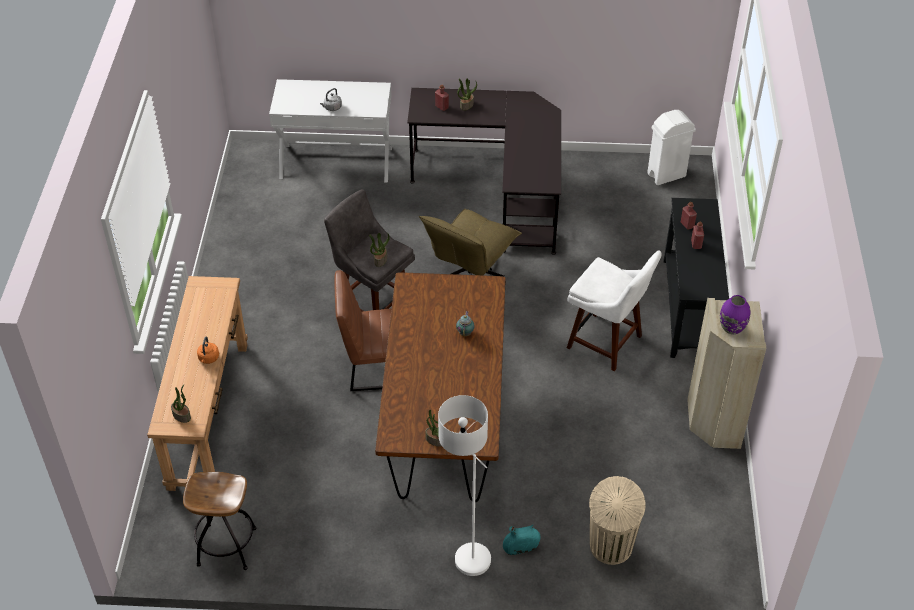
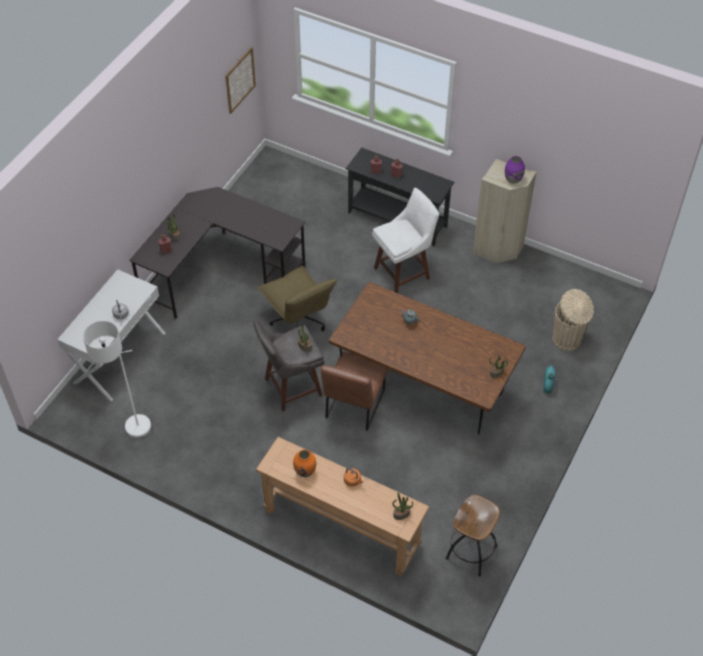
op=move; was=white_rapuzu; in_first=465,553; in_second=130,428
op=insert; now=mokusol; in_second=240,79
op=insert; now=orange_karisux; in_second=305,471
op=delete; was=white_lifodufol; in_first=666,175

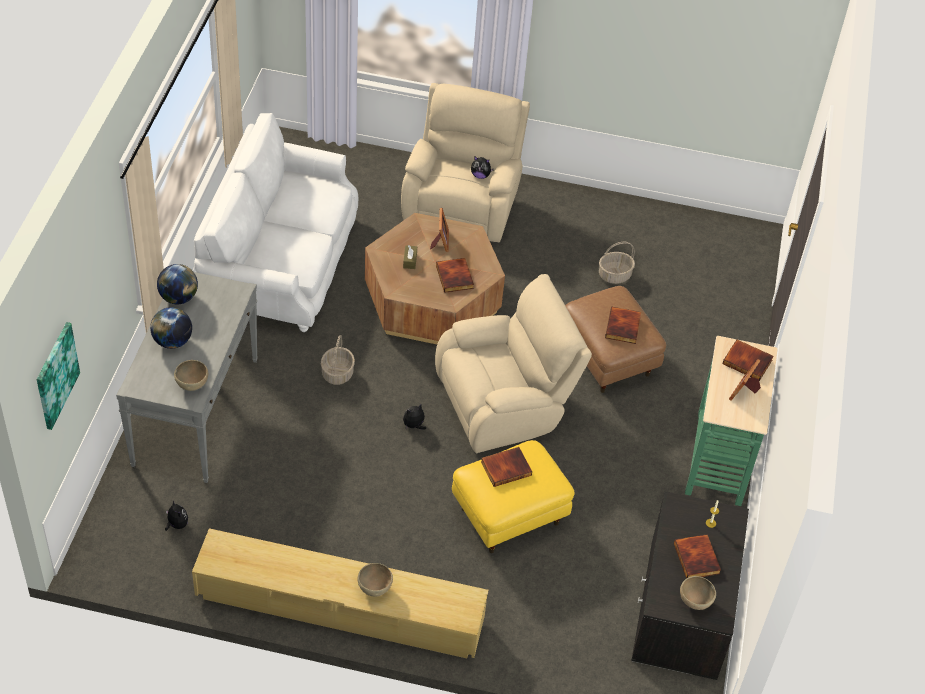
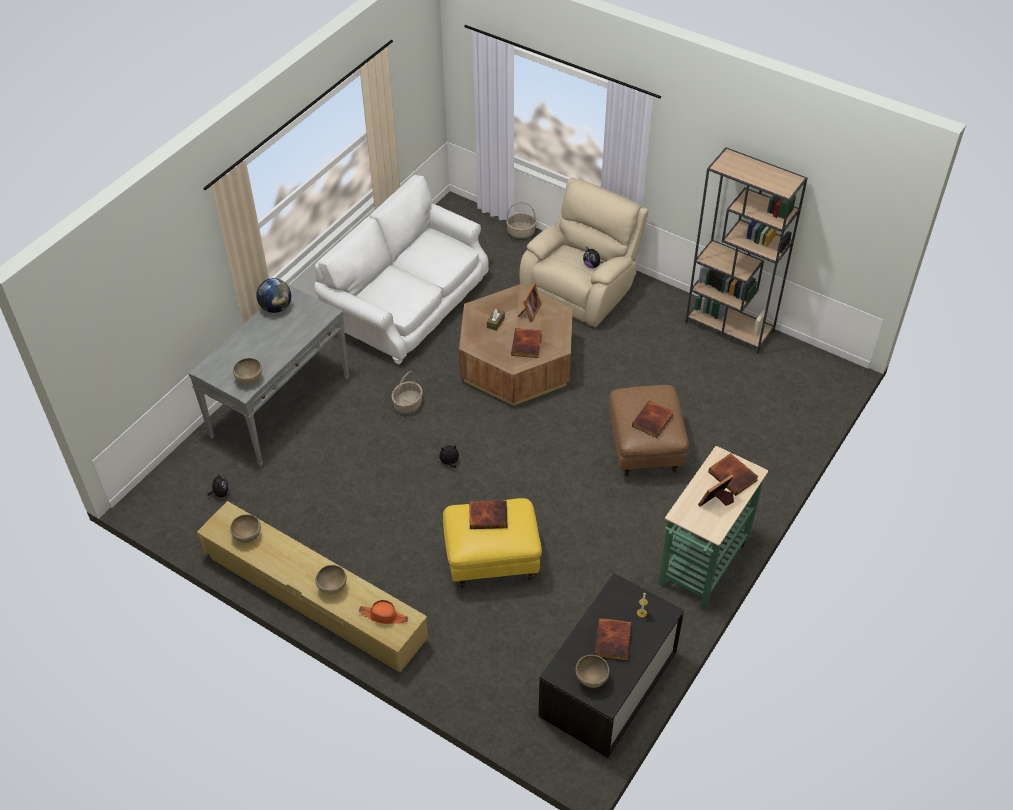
op=insert; now=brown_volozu; in_second=247,536
op=insert; now=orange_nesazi; in_second=384,616
op=move; was=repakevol; in_first=615,275; in_second=521,232
op=insert; now=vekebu; in_second=730,327
op=delete; was=mokusol; in_first=56,375
op=delete; was=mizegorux; in_first=172,341
op=delete; was=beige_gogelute; in_first=504,403

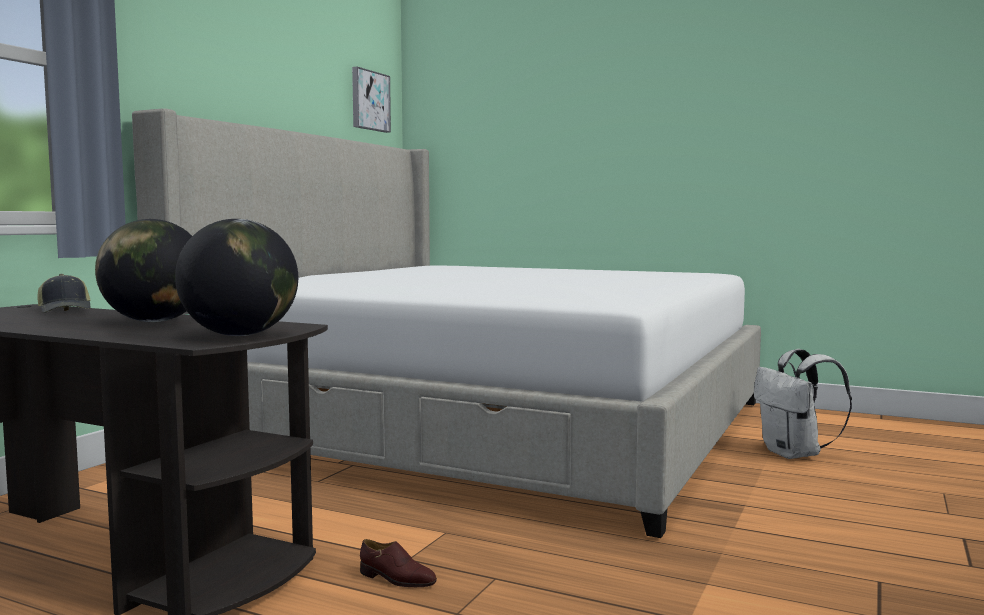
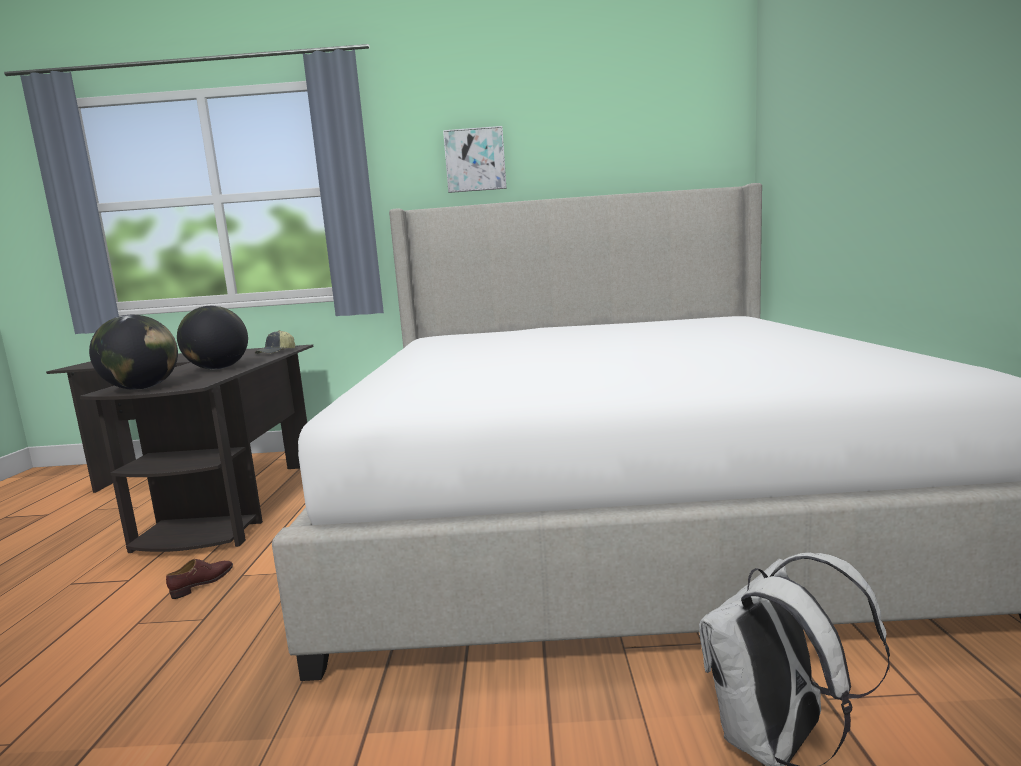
op=rotate; was=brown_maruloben; in_first=397,579; in_second=203,583; clockwise=-150
op=move; was=mokusol; in_first=369,101; in_second=475,160

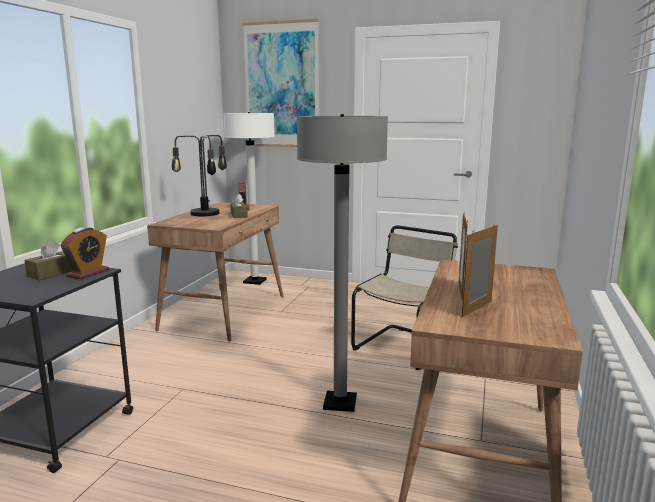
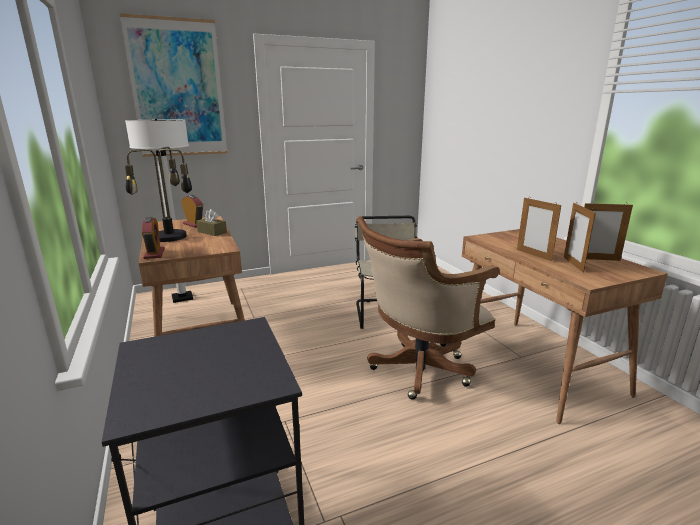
op=move; was=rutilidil; in_first=88,273; in_second=154,254
op=replace; was=grey_rapuzu; now=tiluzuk; in_first=340,403; in_second=417,372
op=insert; now=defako; in_second=597,259
op=delete; was=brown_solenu; in_first=52,273

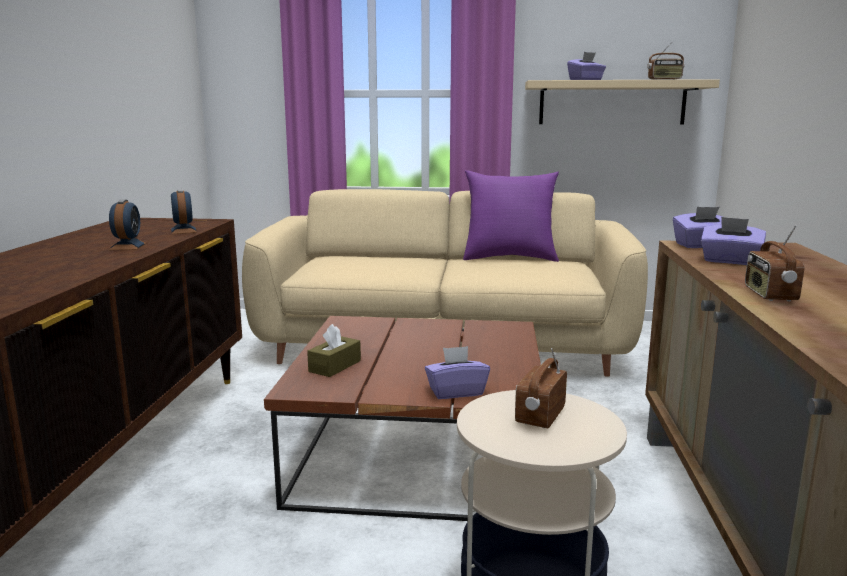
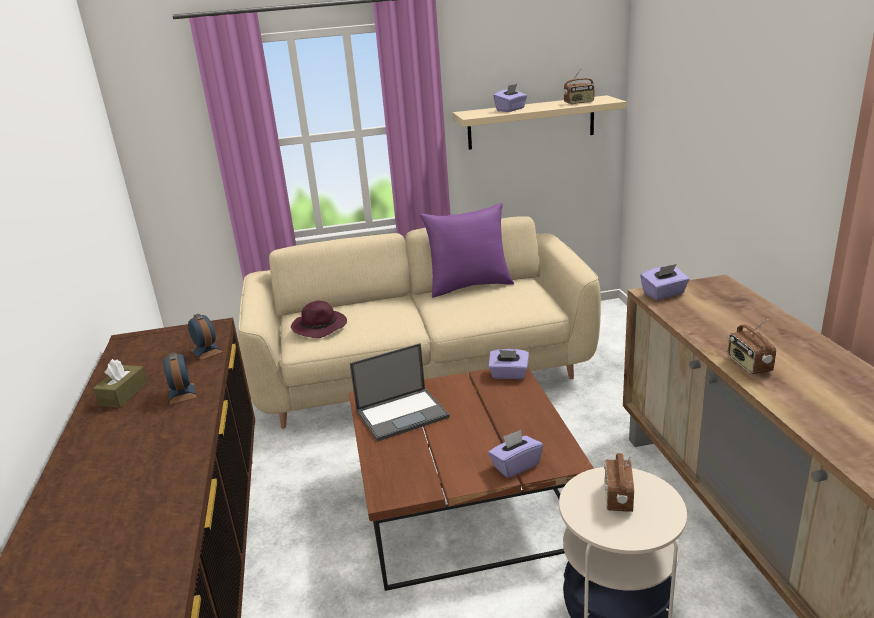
op=move; was=brown_solenu; in_first=335,366; in_second=123,394
op=insert; now=purple_nesazi; in_second=320,327
op=insert; now=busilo; in_second=403,414
op=move; was=purple_solenu; in_first=730,261; in_second=509,374

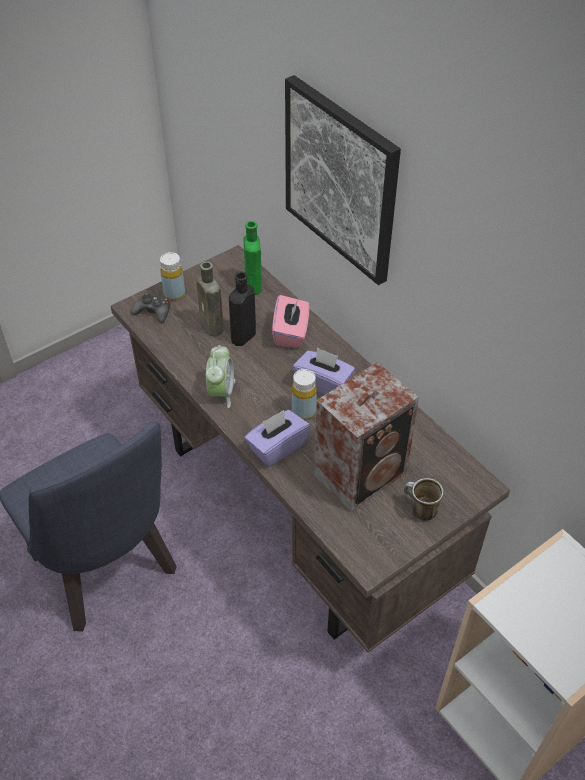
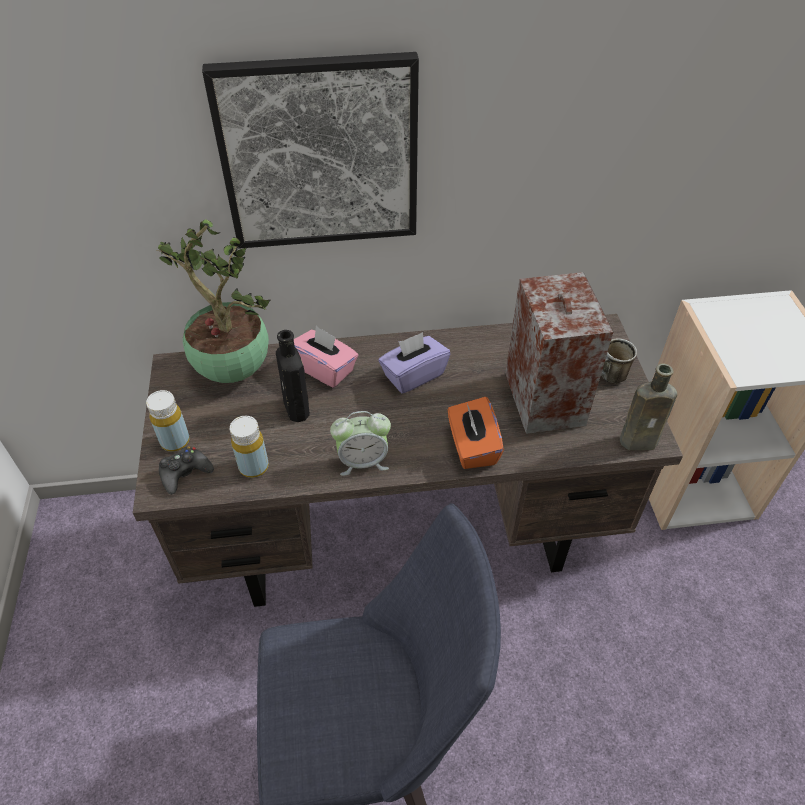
op=replace; was=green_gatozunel; now=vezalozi; in_first=253,287; in_second=231,369
op=move; was=yellow_gatozunel; in_first=303,412; in_second=254,467
op=rotate; was=rutilidil; in_first=221,392; in_second=363,461; clockwise=135
op=recolor; was=purple_solenu; now=orange_solenu; in_first=277,447; in_second=472,447
op=move; was=brown_gatozunel; in_first=213,328; in_second=641,441

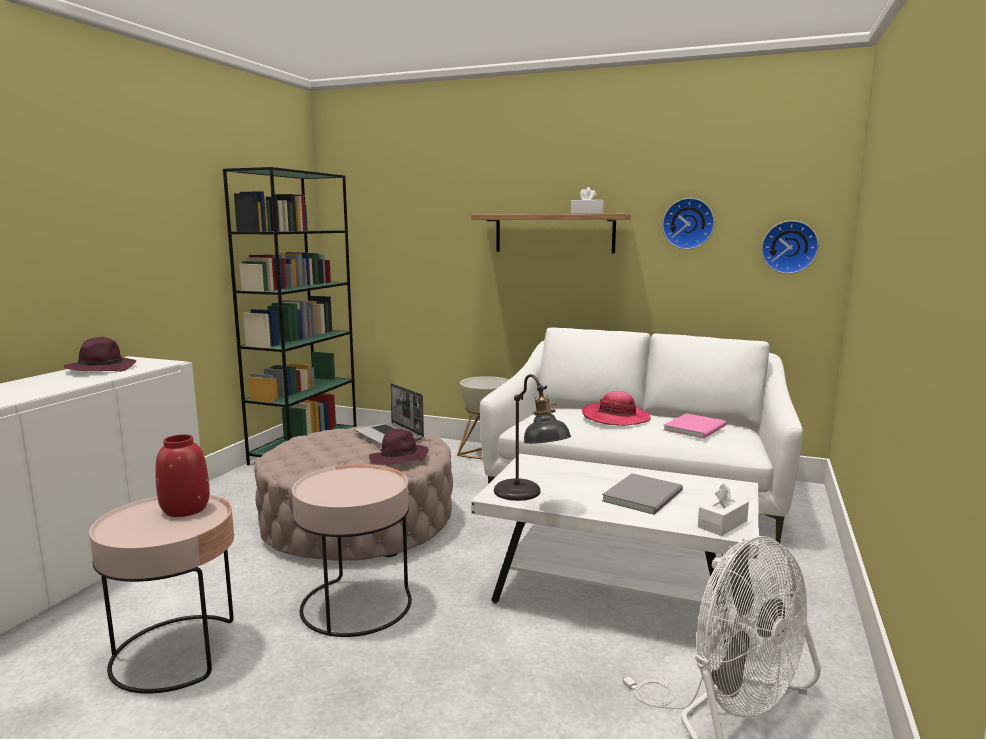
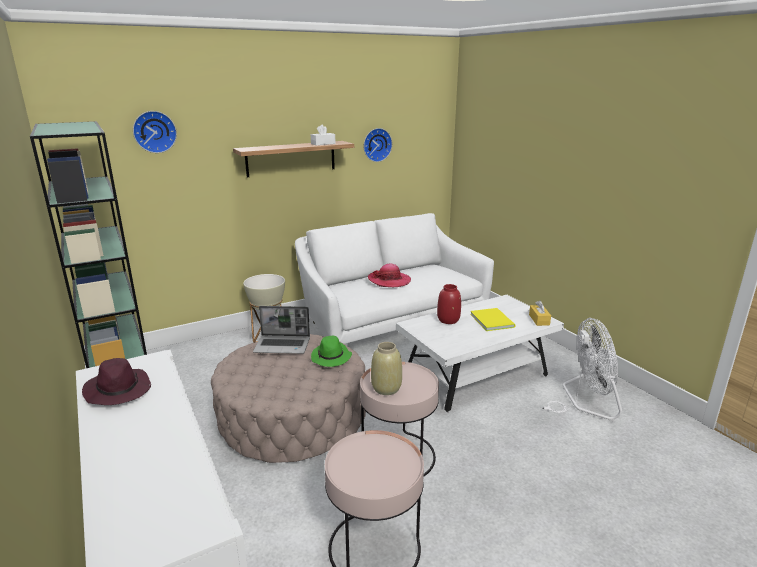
op=move; was=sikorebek; in_first=789,247; in_second=154,131
op=recolor; was=purple_nesazi; now=green_nesazi; in_first=398,459; in_second=331,357
op=insert; now=beige_karisux; in_second=386,388
op=move; was=red_karisux; in_first=184,509; in_second=448,320
op=recolor; was=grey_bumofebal; now=yellow_bumofebal; in_first=645,496; in_second=492,320
op=recolor; was=white_solenu; now=yellow_solenu; in_first=722,524; in_second=539,320
op=delete; was=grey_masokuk; in_first=530,498
op=delete; was=pink_bumofebal; in_first=697,428

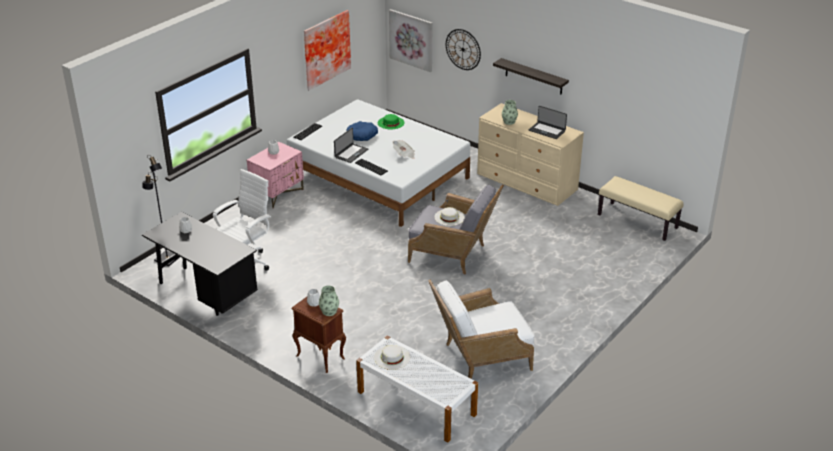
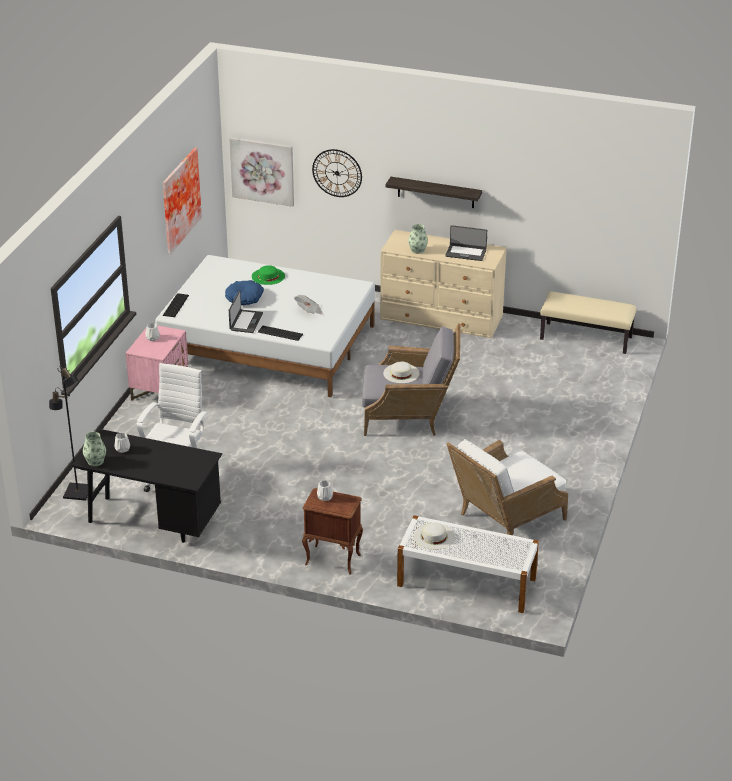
op=move; was=karisux; in_first=329,311; in_second=95,461

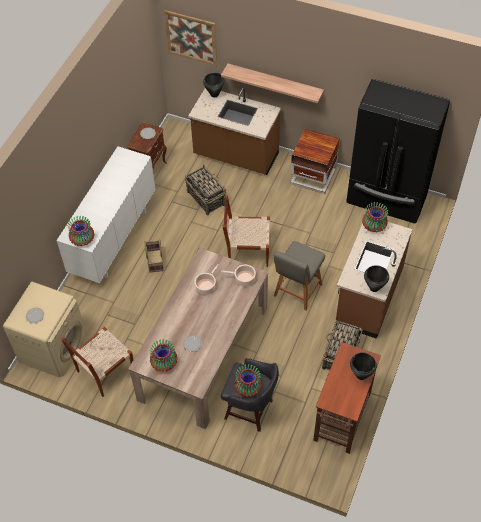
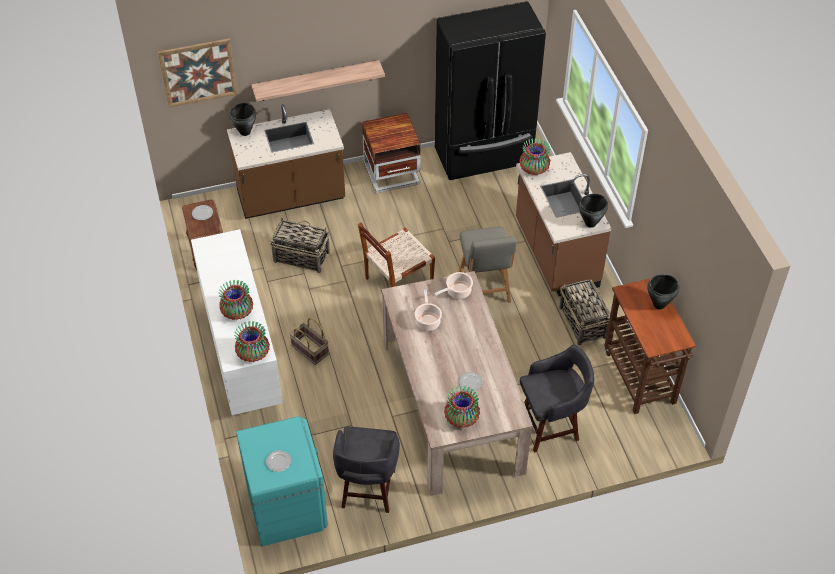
op=move; was=karisux; in_first=248,388; in_second=237,312
op=recolor; was=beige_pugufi; now=turquoise_pugufi; in_first=55,347; in_second=287,504
op=replace; was=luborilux; now=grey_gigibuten; in_first=104,372; in_second=367,491

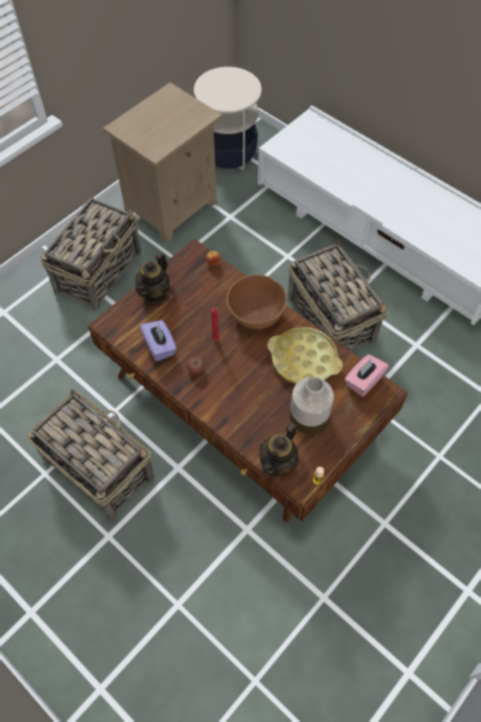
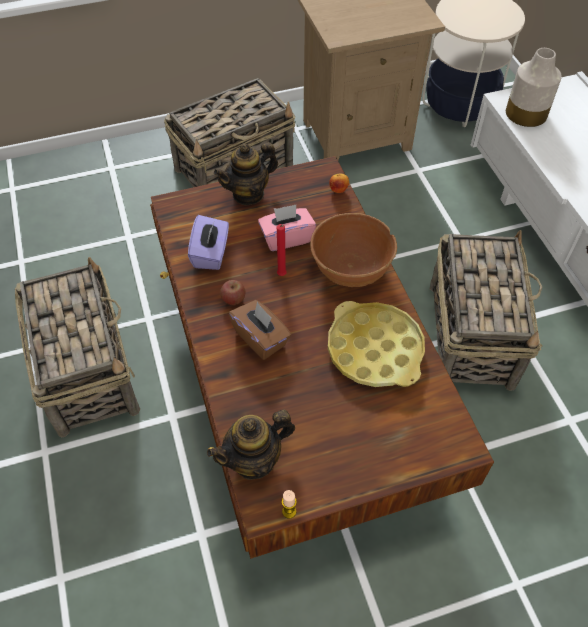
op=insert; now=brown_solenu; in_second=261,338
op=move; was=pink_solenu; in_first=363,381; in_second=286,238
op=move; was=beige_karisux; in_first=308,416; in_second=526,113

